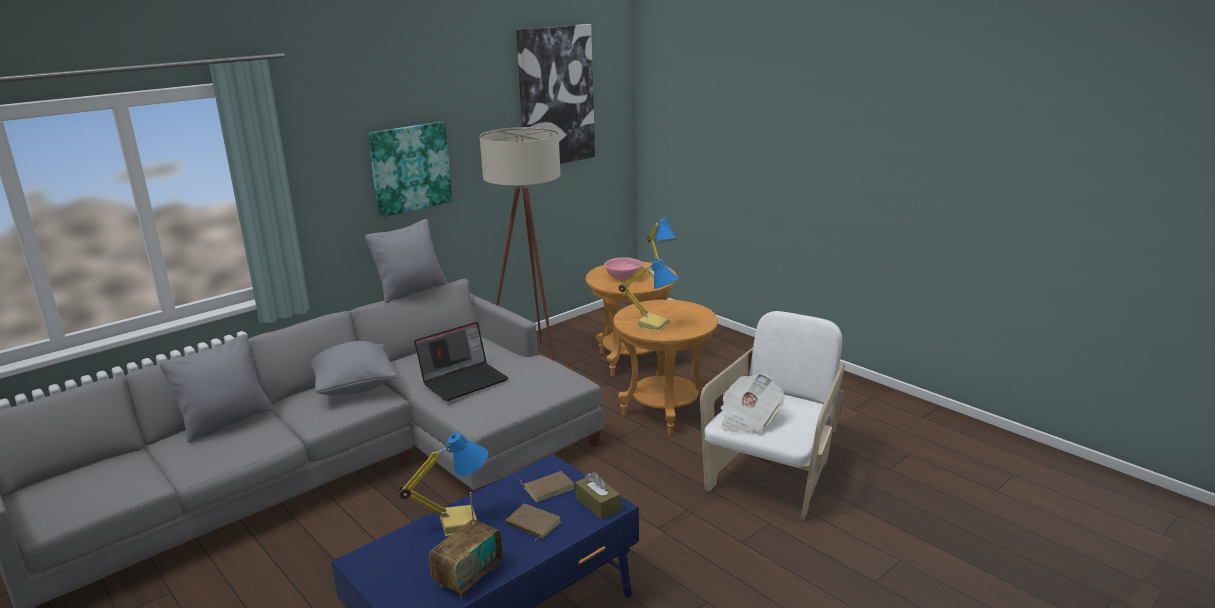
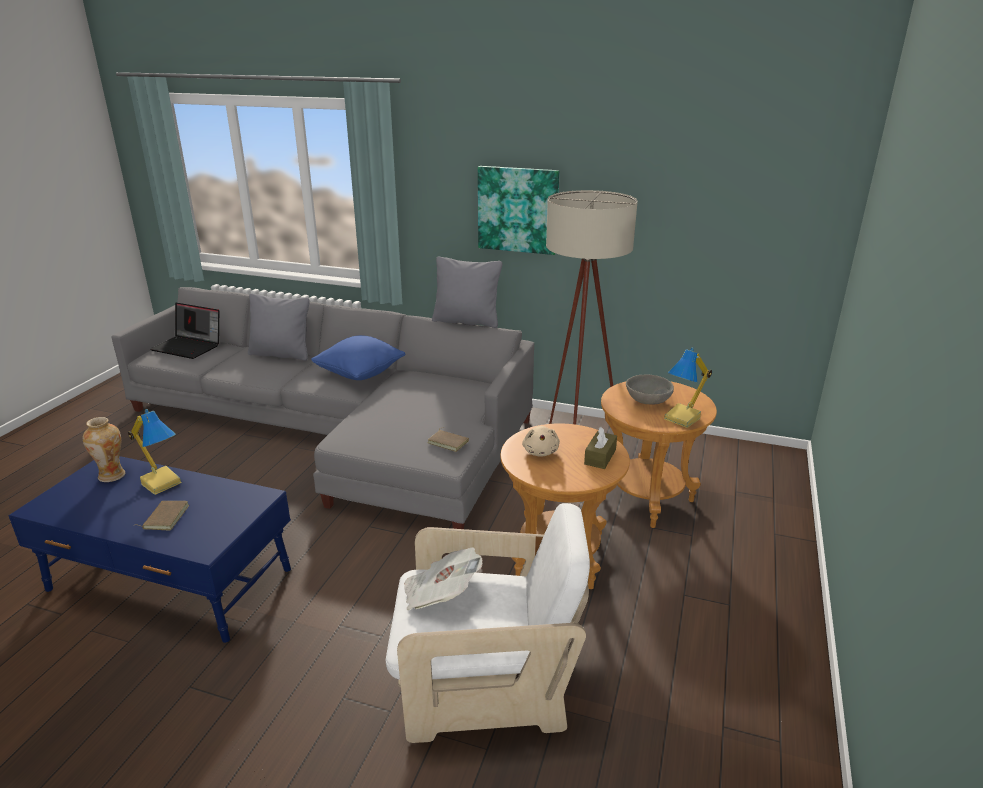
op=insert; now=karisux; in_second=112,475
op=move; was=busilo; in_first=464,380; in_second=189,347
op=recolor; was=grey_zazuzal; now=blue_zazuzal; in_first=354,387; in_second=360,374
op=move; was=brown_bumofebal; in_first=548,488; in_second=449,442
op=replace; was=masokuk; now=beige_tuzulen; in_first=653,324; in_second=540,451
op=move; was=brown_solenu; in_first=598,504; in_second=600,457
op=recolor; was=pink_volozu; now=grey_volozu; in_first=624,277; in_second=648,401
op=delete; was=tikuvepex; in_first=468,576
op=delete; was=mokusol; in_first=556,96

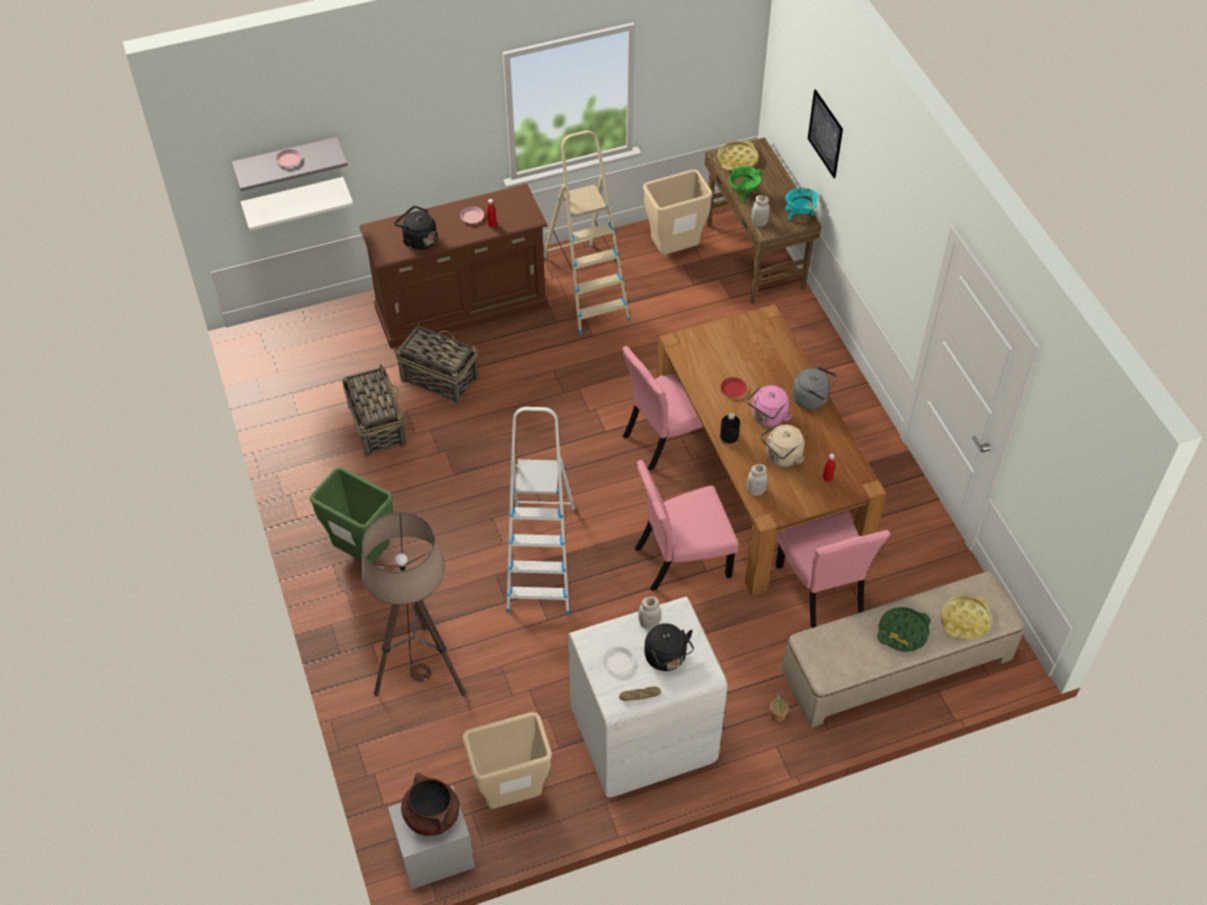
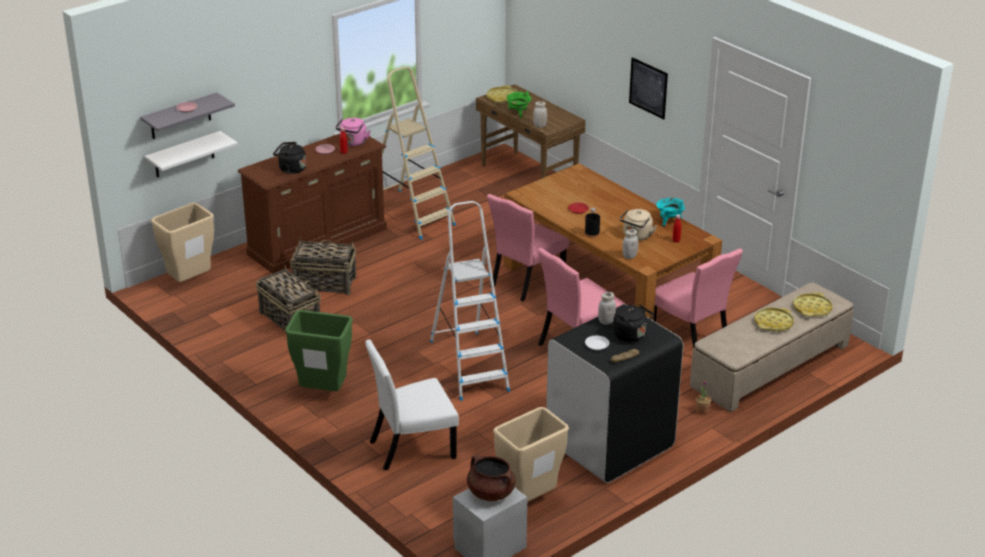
op=move; was=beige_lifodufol; in_first=674,251; in_second=189,281
op=move; was=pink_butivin; in_first=768,418; in_second=353,143
op=replace; was=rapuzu; now=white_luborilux; in_first=422,671; in_second=413,448
op=recolor; was=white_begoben; now=black_begoben; in_first=644,737; in_second=610,445
op=move; was=mokusol; in_first=825,133; in_second=648,88
op=move; was=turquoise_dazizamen; in_first=799,215; in_second=669,221
op=recolor; was=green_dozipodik; now=yellow_dozipodik; in_first=903,632; in_second=773,323
op=delete; was=grey_butivin; in_first=812,399

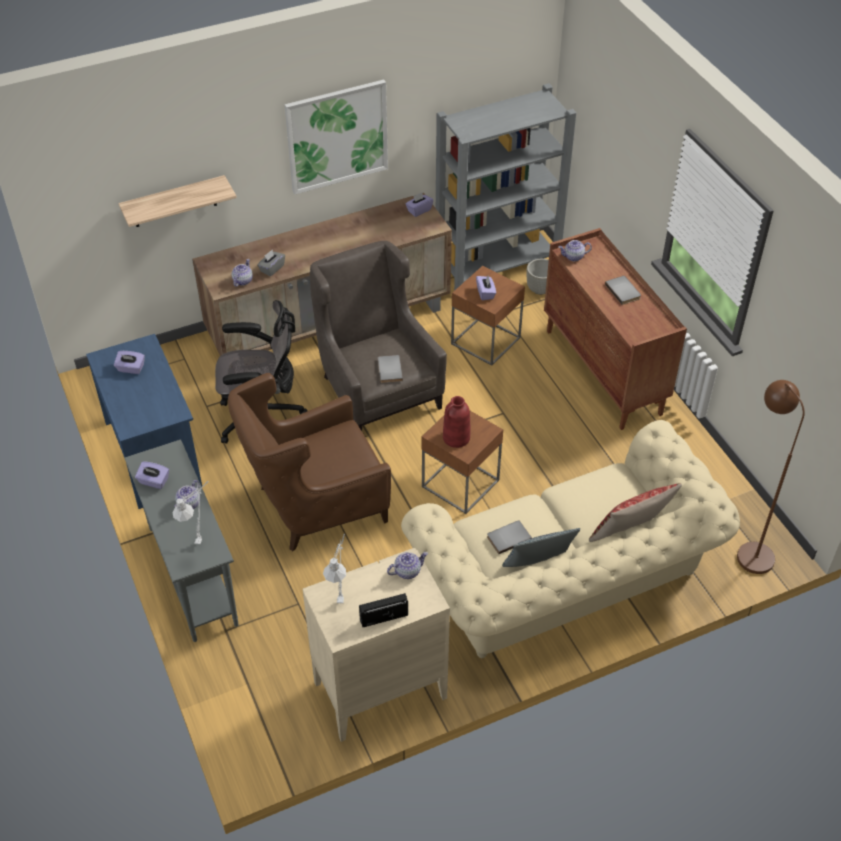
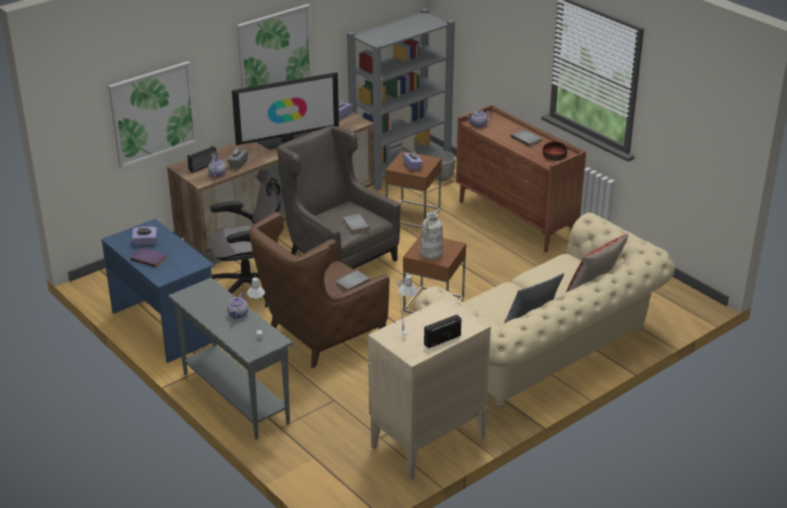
op=replace; was=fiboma; now=mokusol; in_first=174,202; in_second=153,114
op=insert; now=purple_bumofebal; in_second=149,258
op=insert; now=tikuvepex; in_second=203,167
op=insert; now=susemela; in_second=287,141
op=move; was=grey_bumofebal; in_first=508,537; in_second=351,282
op=recolor; was=red_karisux; now=white_karisux; in_first=456,438; in_second=431,253
op=insert; now=volozu; in_second=554,156
op=delete; was=purple_solenu; in_first=154,481
op=delete; was=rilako; in_first=407,571
op=delete; was=brown_rapuzu; in_first=748,550

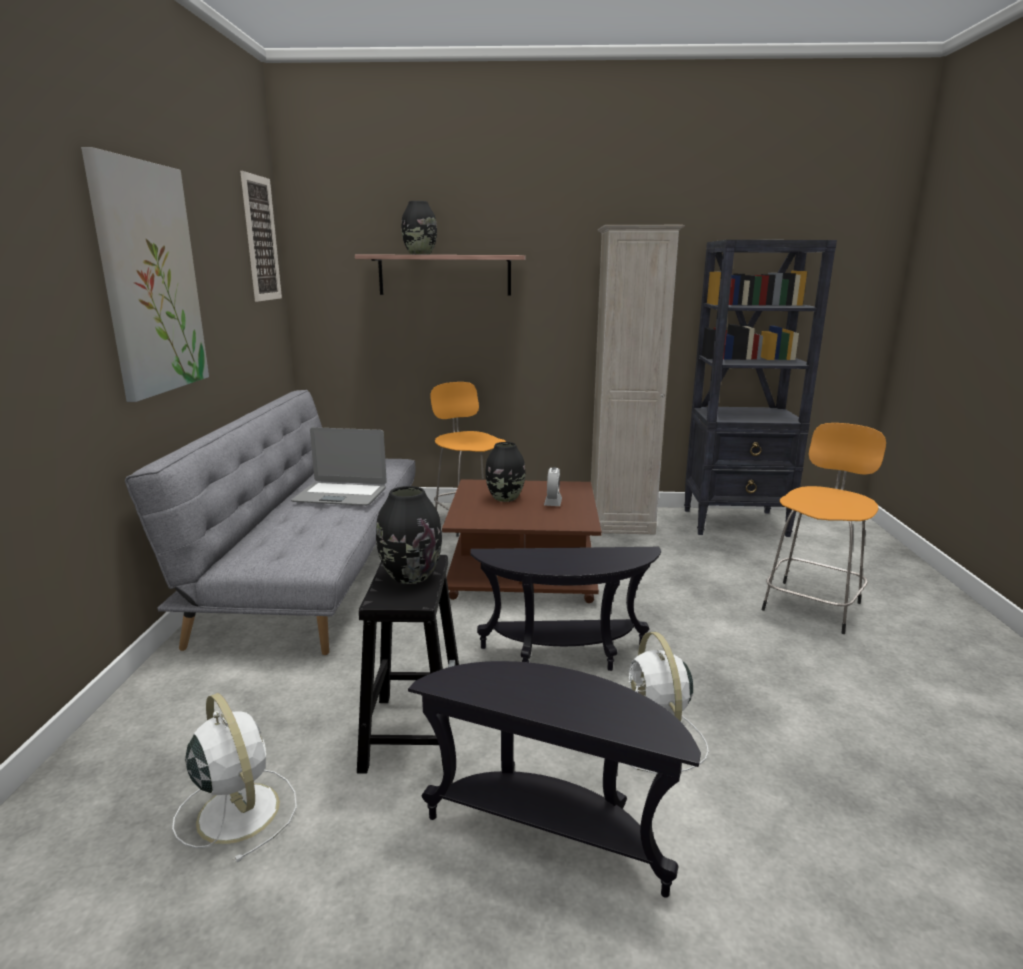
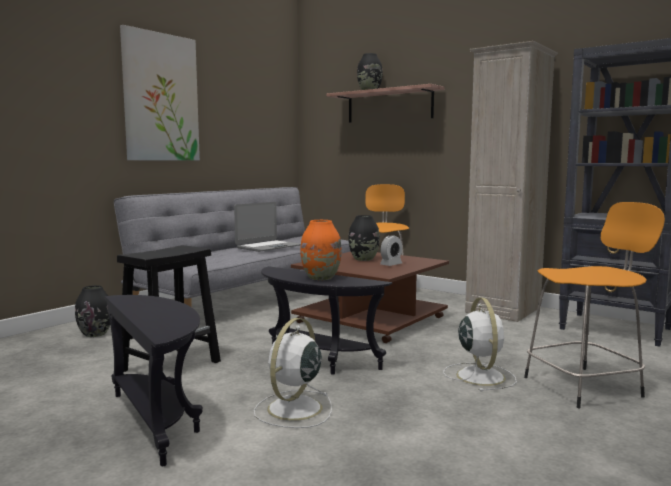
op=move; was=black_karisux; in_first=410,575; in_second=95,334
op=rotate; was=busilo; in_first=341,495; in_second=268,247; clockwise=-90
op=insert; now=orange_karisux; in_second=321,278
op=move; was=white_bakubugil; in_first=237,810; in_second=479,375
op=delete; was=mokusol; in_first=261,239

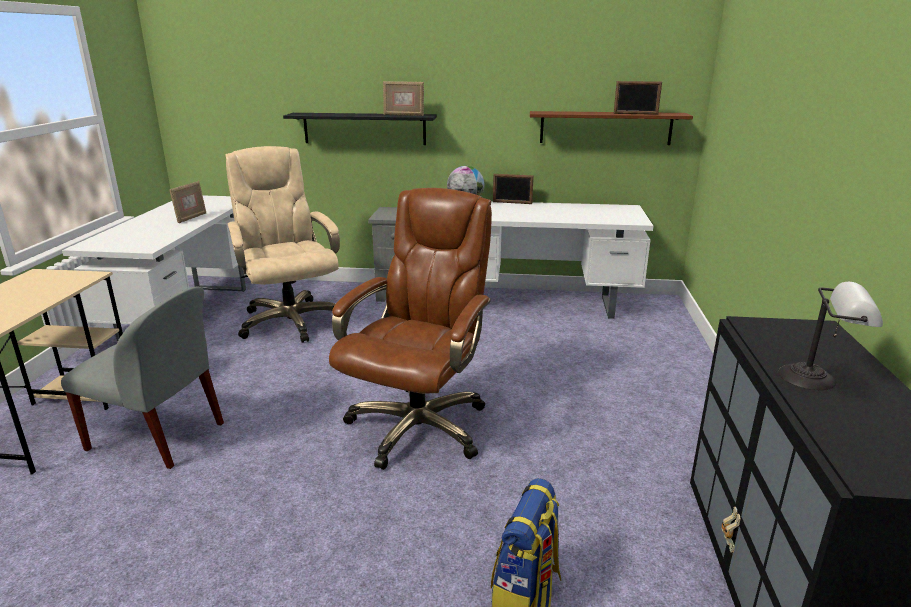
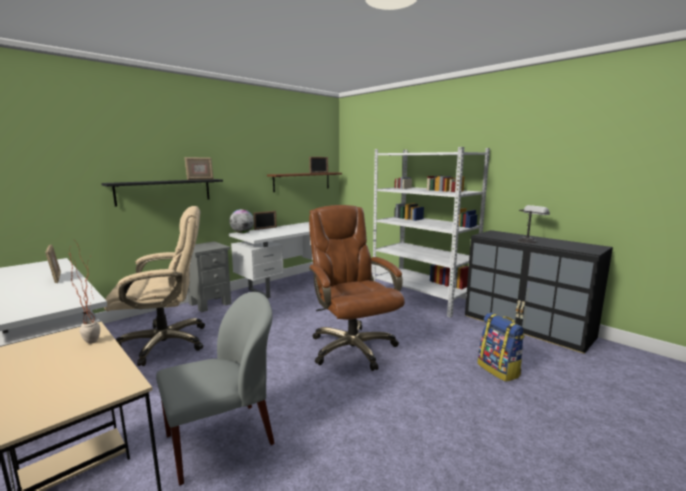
op=insert; now=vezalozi; in_second=92,339
op=rotate; was=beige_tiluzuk; in_first=291,321; in_second=164,343; clockwise=150
op=insert; now=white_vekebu; in_second=422,297

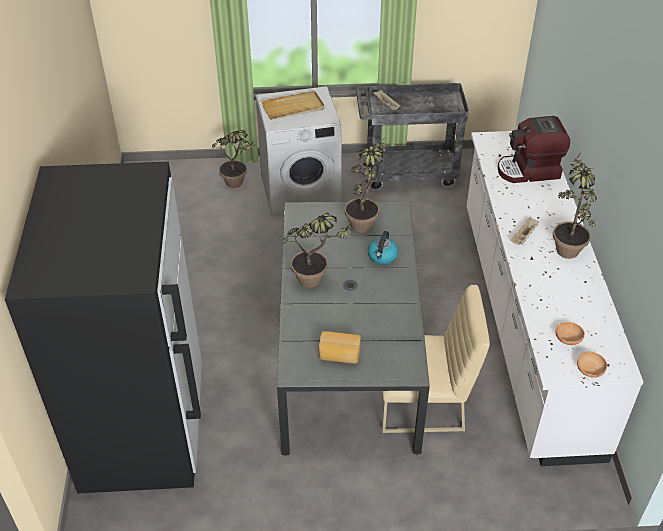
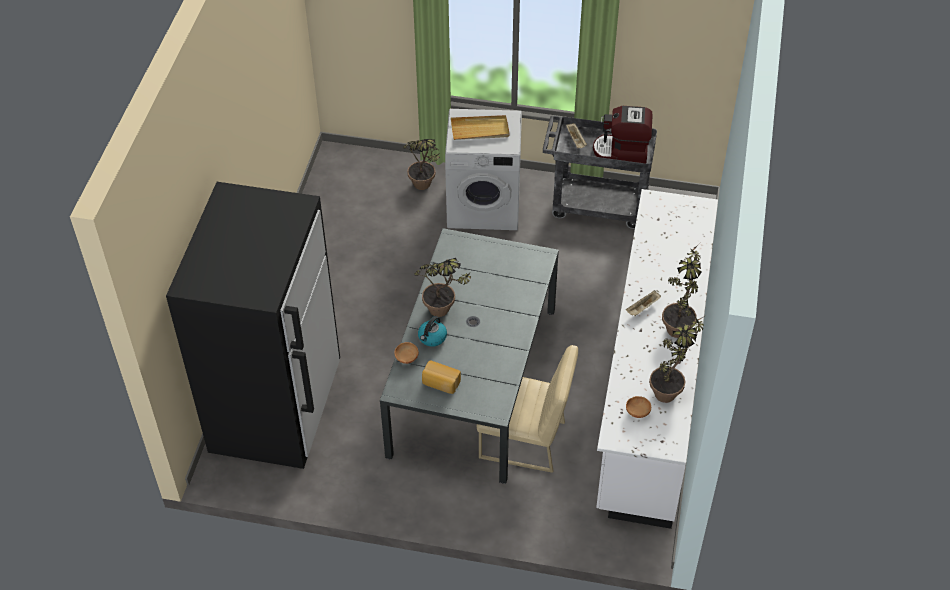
op=move; was=brown_volozu; in_first=589,371; in_second=406,358
op=move; was=butivin; in_first=382,256; in_second=432,338
op=move; was=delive; in_first=529,171; in_second=622,152
op=move; was=vezalozi; in_first=365,221; in_second=670,389

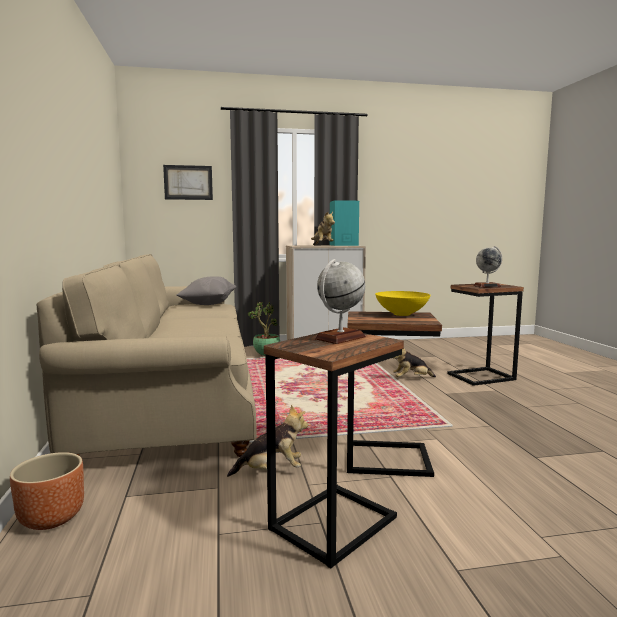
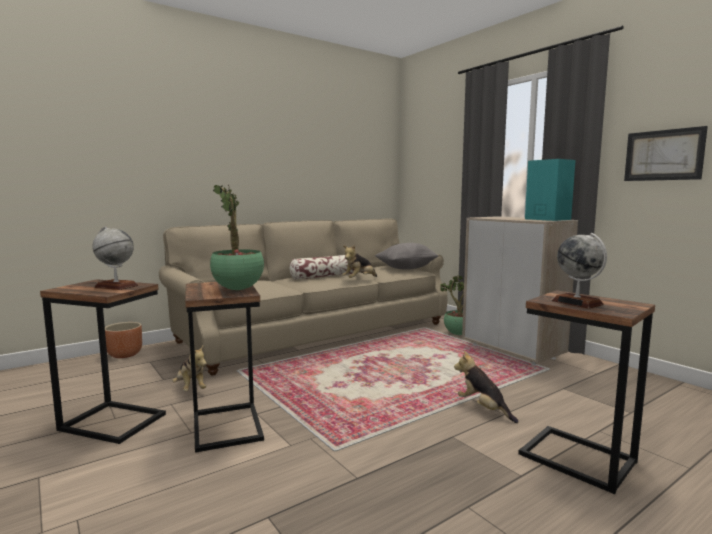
op=replace; was=yellow_volozu; now=vezalozi; in_first=402,314; in_second=238,290
op=insert; now=zazuzal; in_second=327,276
op=move; was=tuzulen; in_first=322,245; in_second=359,280
op=move; was=mokusol; in_first=188,182; in_second=663,155

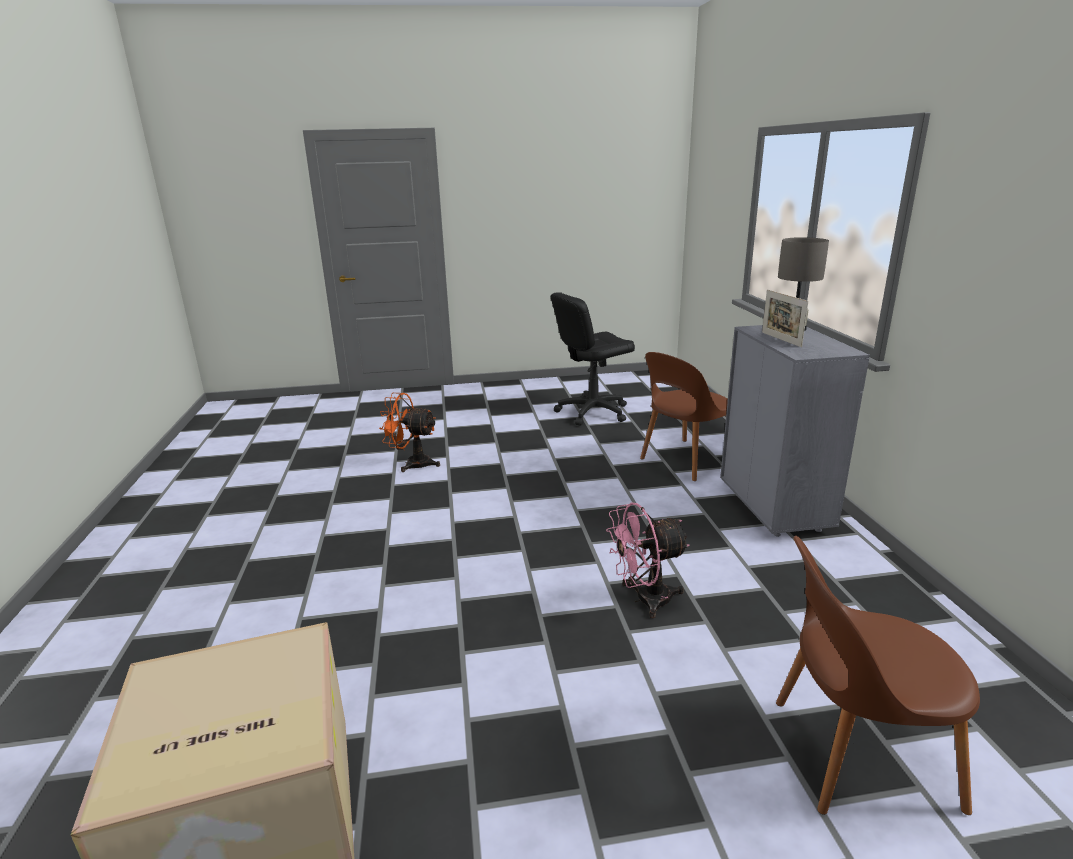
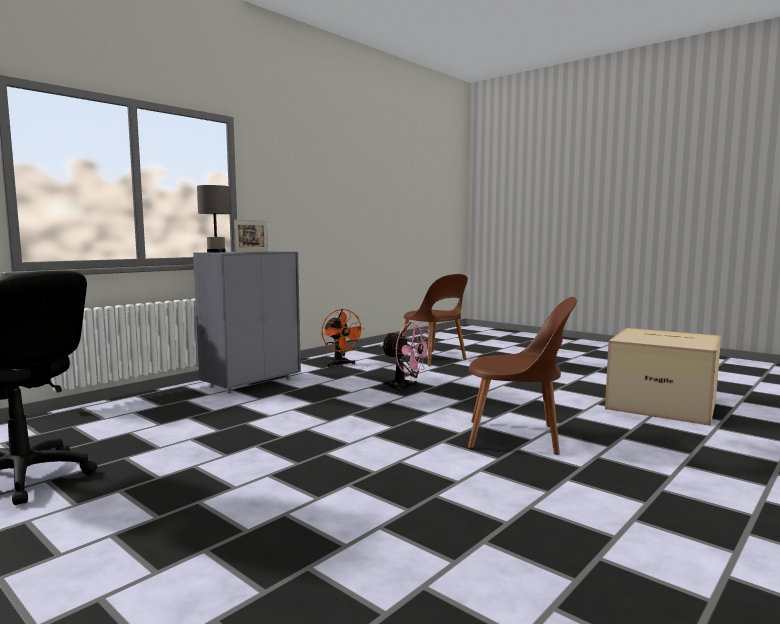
op=move; was=orange_bakubugil; in_first=412,463; in_second=340,364
op=move; was=brown_luborilux; in_first=685,460; in_second=517,437

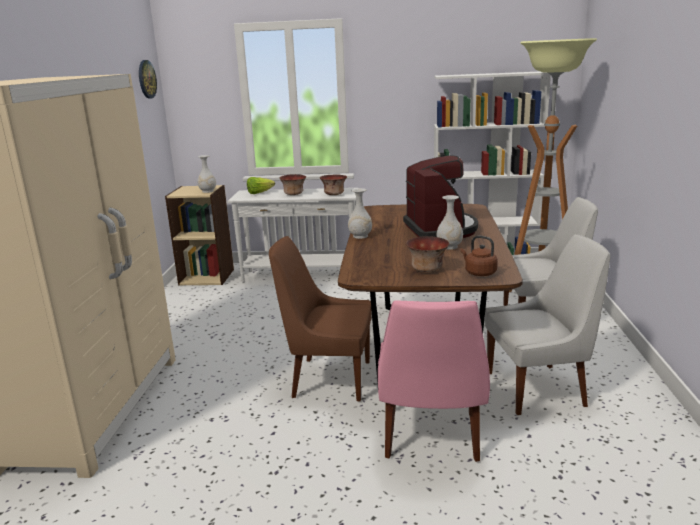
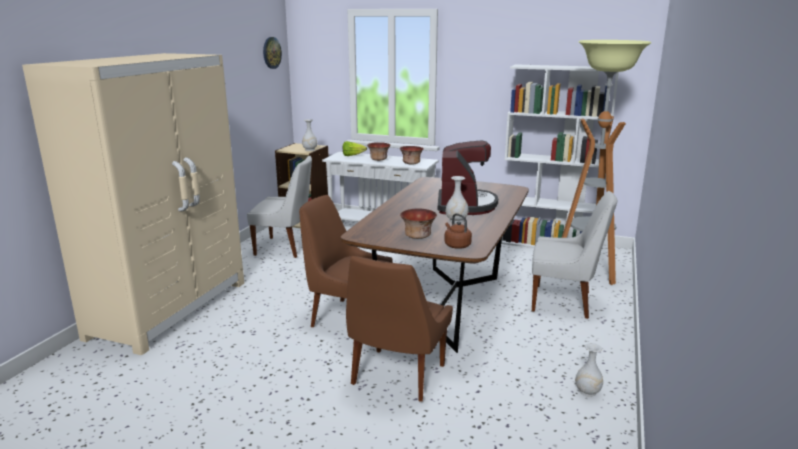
op=move; was=white_luborilux; in_first=539,388; in_second=285,248
op=recolor; was=pink_luborilux; now=brown_luborilux; in_first=431,437; in_second=396,376
op=move; was=white_karisux; in_first=360,236; in_second=587,392

